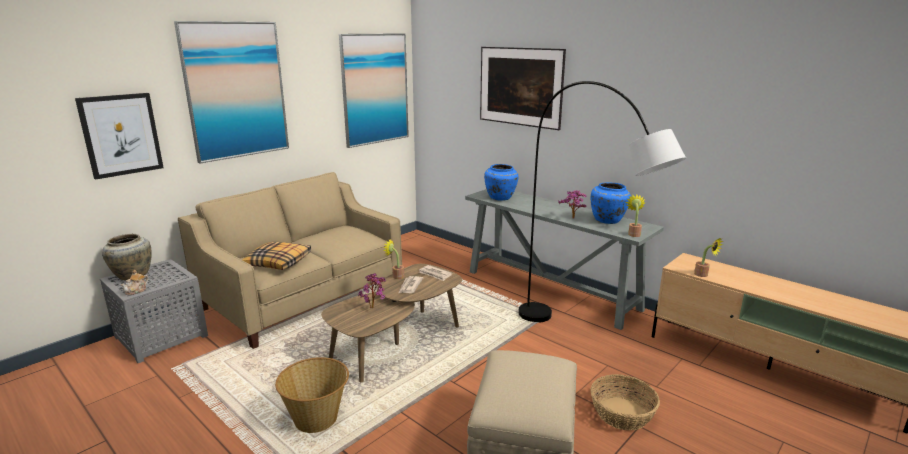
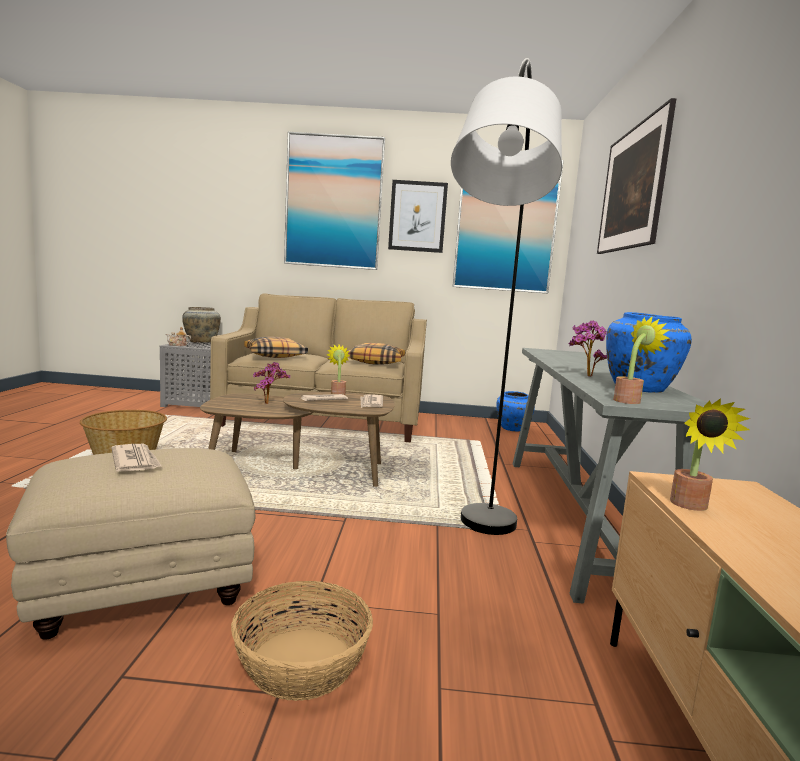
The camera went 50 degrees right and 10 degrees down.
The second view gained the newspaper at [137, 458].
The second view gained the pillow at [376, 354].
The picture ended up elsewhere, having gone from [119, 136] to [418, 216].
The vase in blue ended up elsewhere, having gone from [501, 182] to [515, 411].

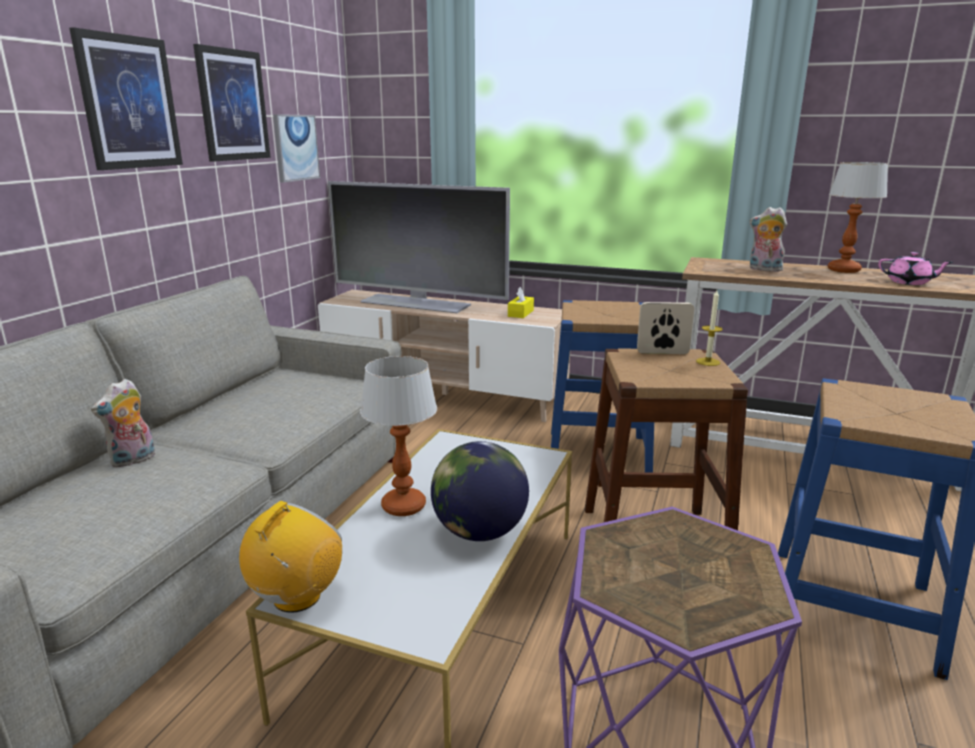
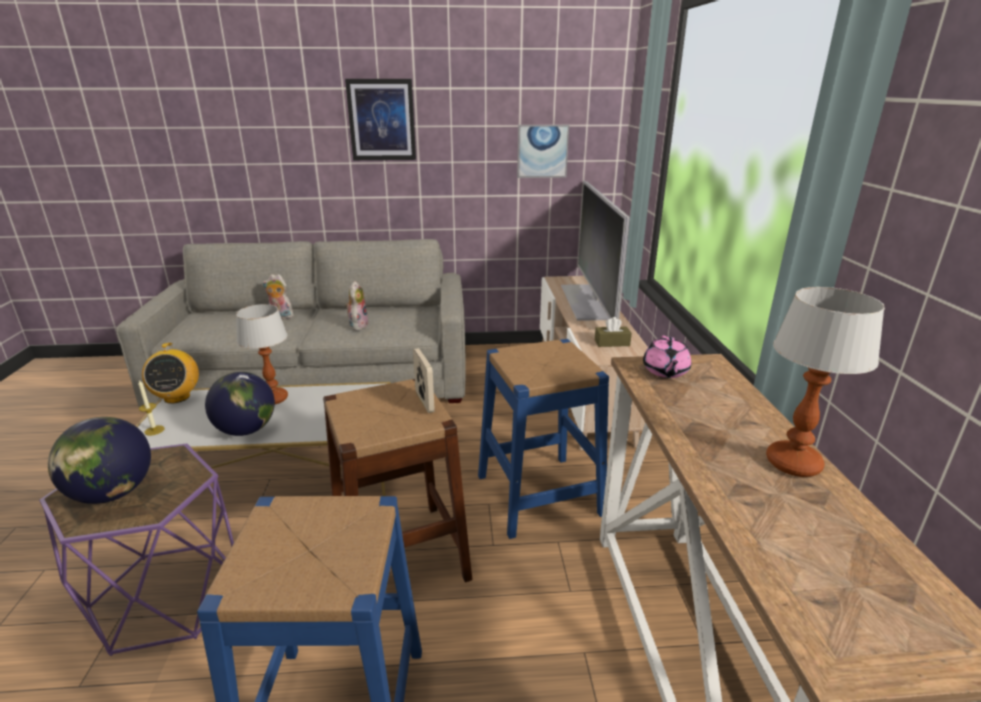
The camera went 65 degrees right and 5 degrees up.
The second view lost the picture at [232, 103].
The second view gained the globe at [99, 460].
The candle ended up elsewhere, having gone from [709, 328] to [151, 408].
The plush toy ended up elsewhere, having gone from [768, 239] to [357, 306].
The teapot in pink ended up elsewhere, having gone from [915, 268] to [667, 357].
What was the tissue box in yellow at [521, 302] turned into the tissue box in brown at [613, 332].
The radio at [290, 557] ended up facing another way, 75 degrees clockwise from before.

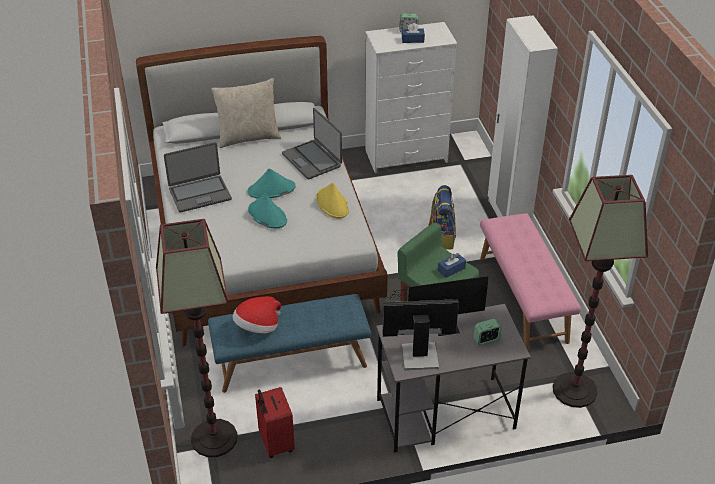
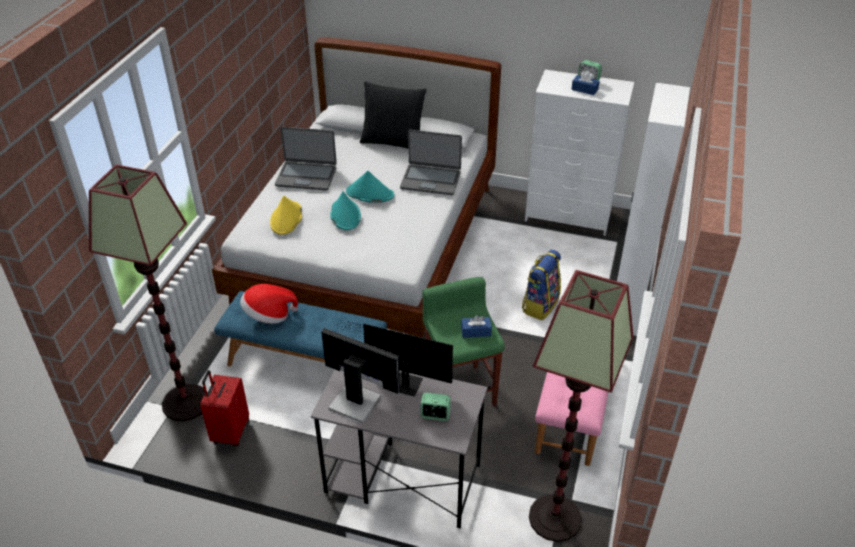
The camera went 30 degrees right and 0 degrees up.
The hat in yellow ended up elsewhere, having gone from [332, 201] to [286, 215].
What was the pillow in beige at [246, 113] turned into the pillow in black at [393, 115].
The laptop at [312, 143] ended up facing another way, 75 degrees counterclockwise from before.

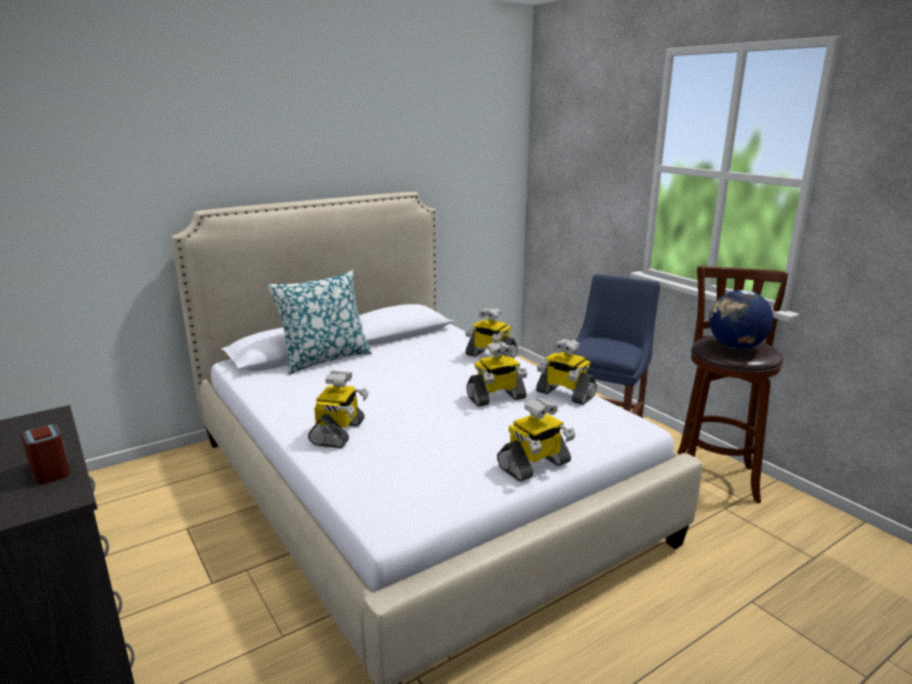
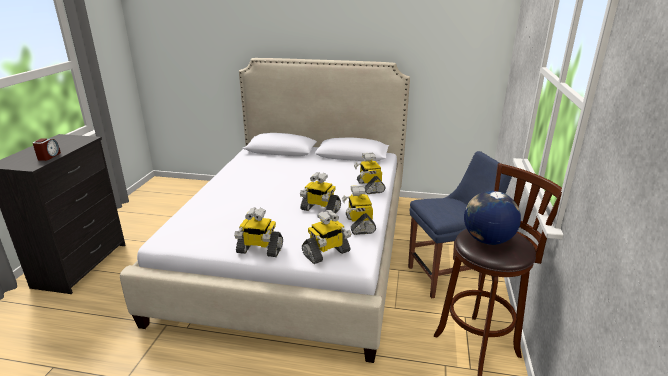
The camera went 45 degrees right and 5 degrees up.
The second view lost the pillow at [320, 322].
The toy robot ended up elsewhere, having gone from [338, 409] to [326, 237].

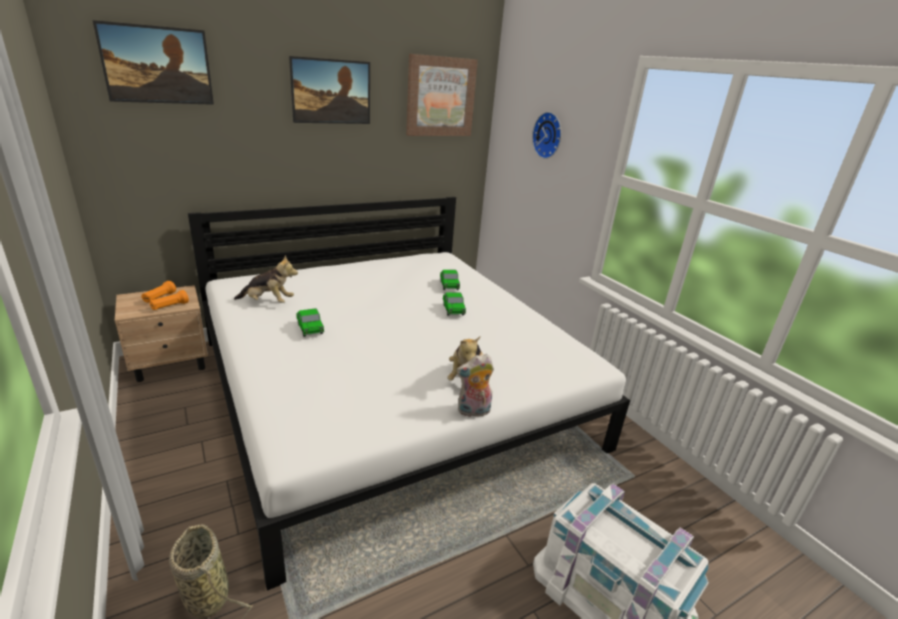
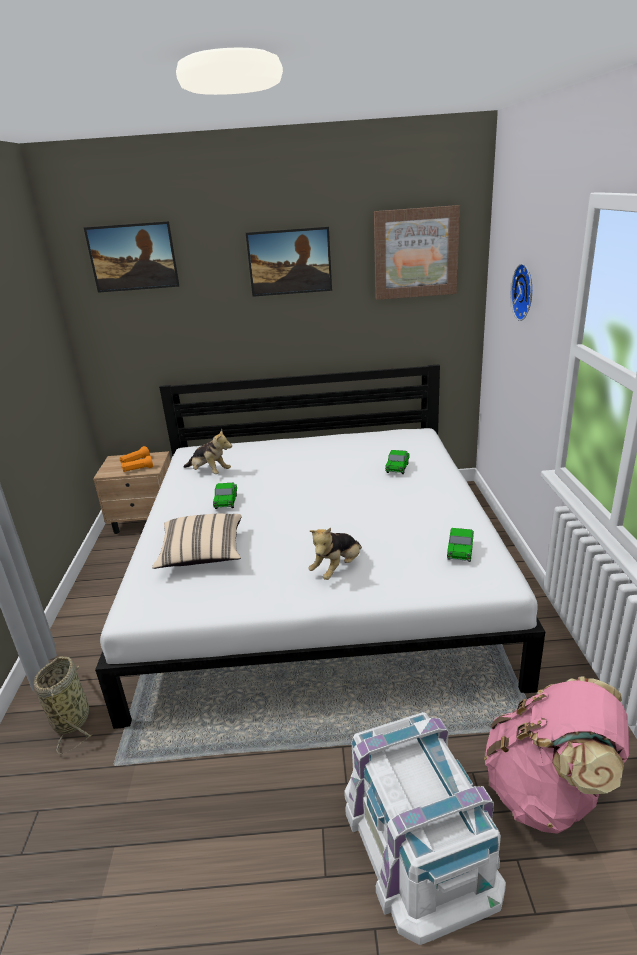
The camera went 30 degrees right and 0 degrees up.
The second view lost the plush toy at [475, 385].
The second view gained the pillow in beige at [197, 541].
The second view gained the backpack in pink at [556, 755].
The toy car ended up elsewhere, having gone from [454, 304] to [460, 545].

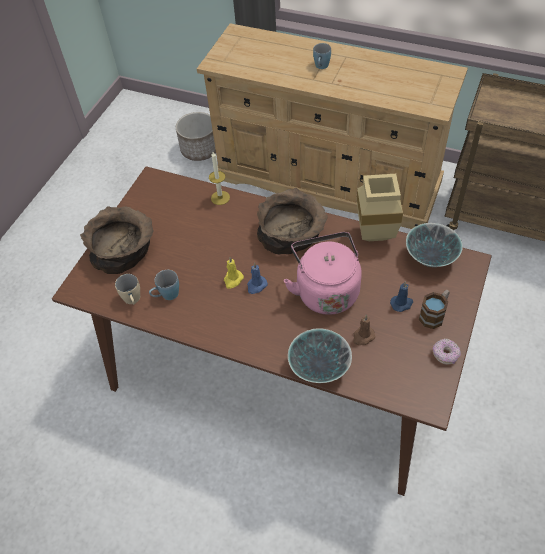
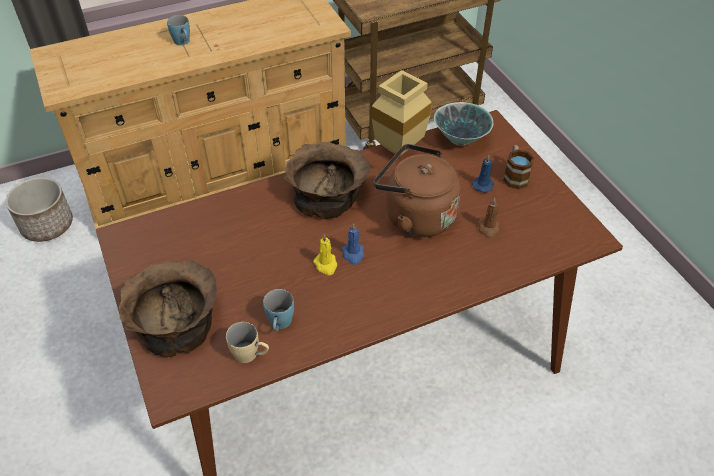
The camera went 50 degrees left and 5 degrees down.
The second view lost the candle at [219, 178].
The second view lost the bowl at [320, 355].
The second view lost the donut at [447, 351].
What was the kettle in pink at [323, 273] turned into the kettle in brown at [417, 190].

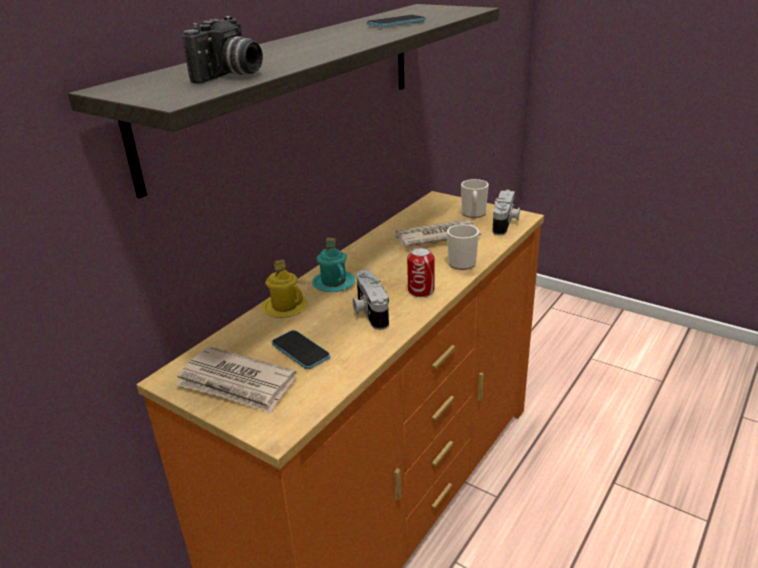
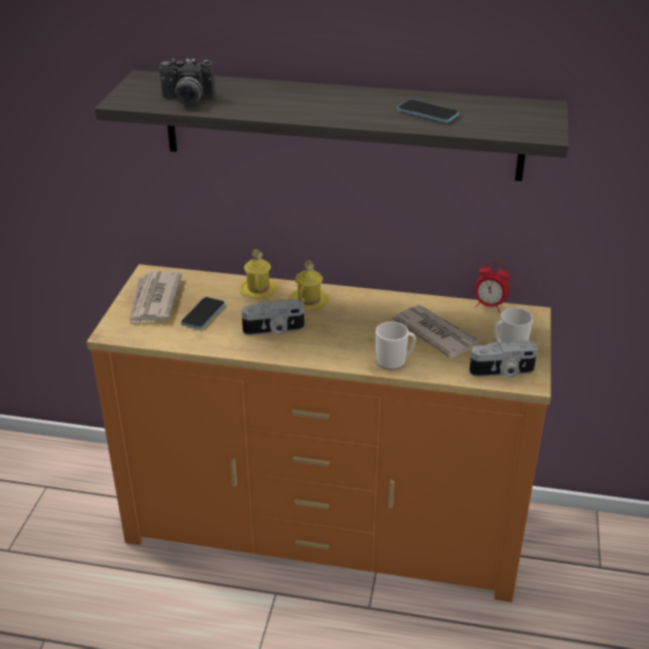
The camera went 65 degrees right and 5 degrees up.
The second view lost the can at [421, 272].
The second view gained the alarm clock at [493, 286].
What was the mug in turquoise at [333, 265] turned into the mug in yellow at [309, 285].
The photo camera at [371, 300] ended up facing another way, 150 degrees counterclockwise from before.

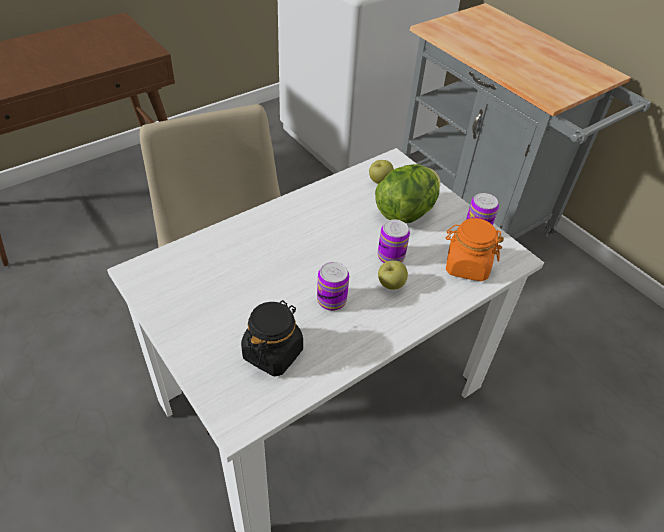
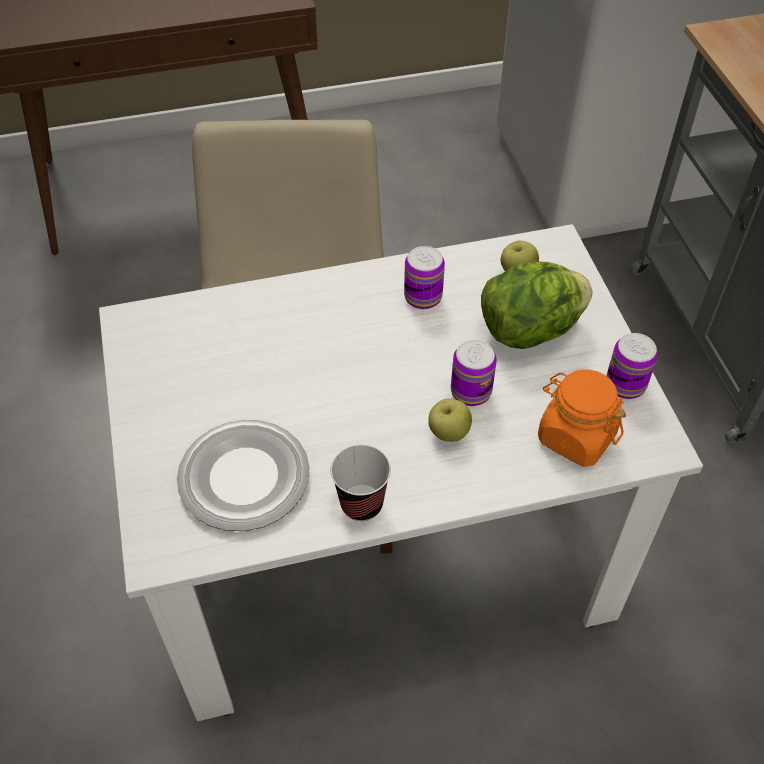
The camera went 25 degrees right and 5 degrees up.
The second view gained the cup at [361, 483].
The can ended up elsewhere, having gone from [333, 286] to [424, 277].
Where the jar in black stood at [272, 338], the plate came to stand at [243, 475].

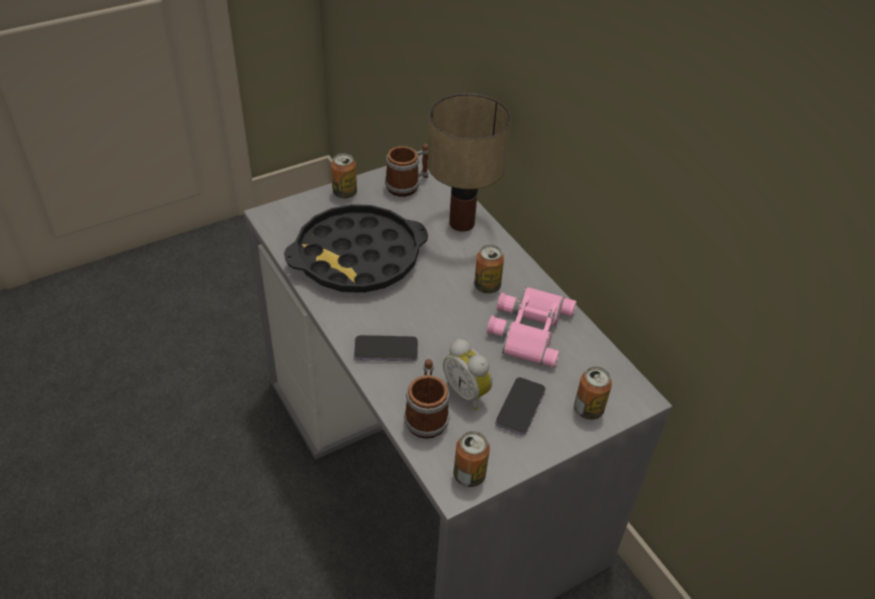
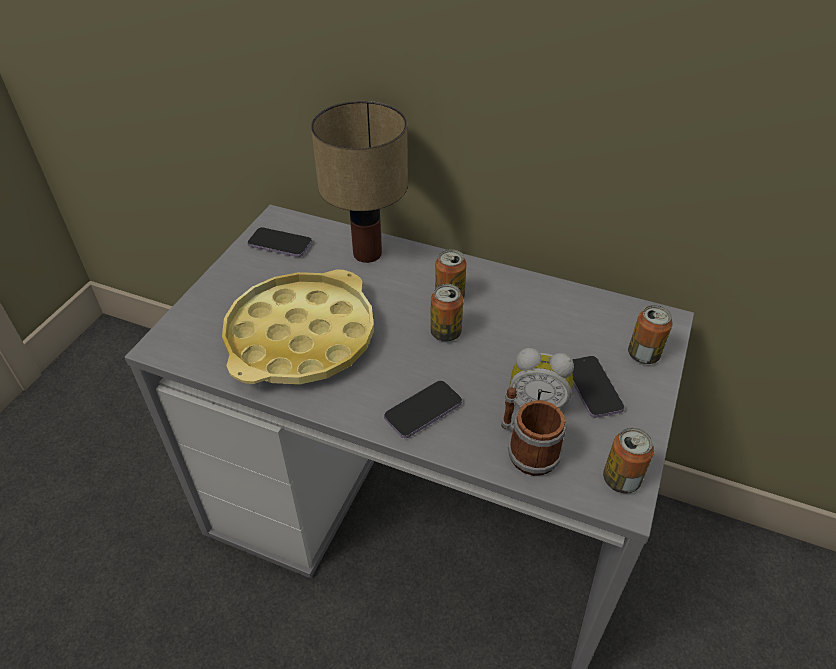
The camera went 35 degrees left and 0 degrees up.
The second view lost the binoculars in pink at [532, 327].
The can ended up elsewhere, having gone from [344, 176] to [446, 312].
Where the mug stood at [406, 170], the phone came to stand at [279, 242].
What was the tray in black at [356, 248] turned into the tray in yellow at [298, 327].

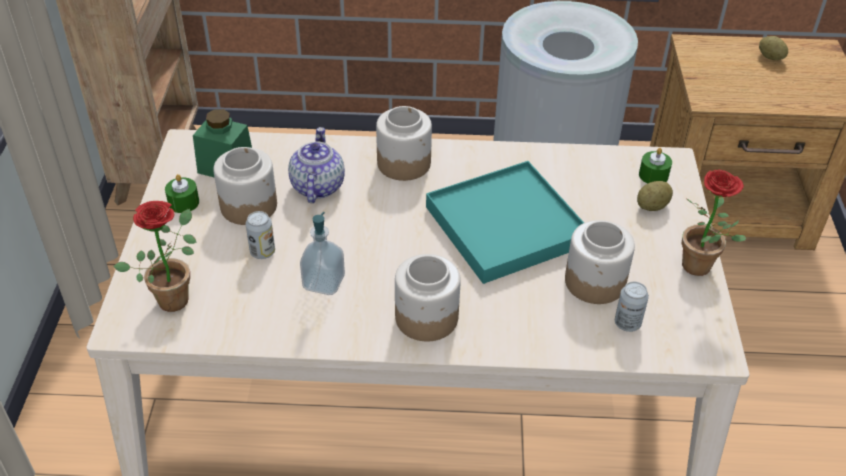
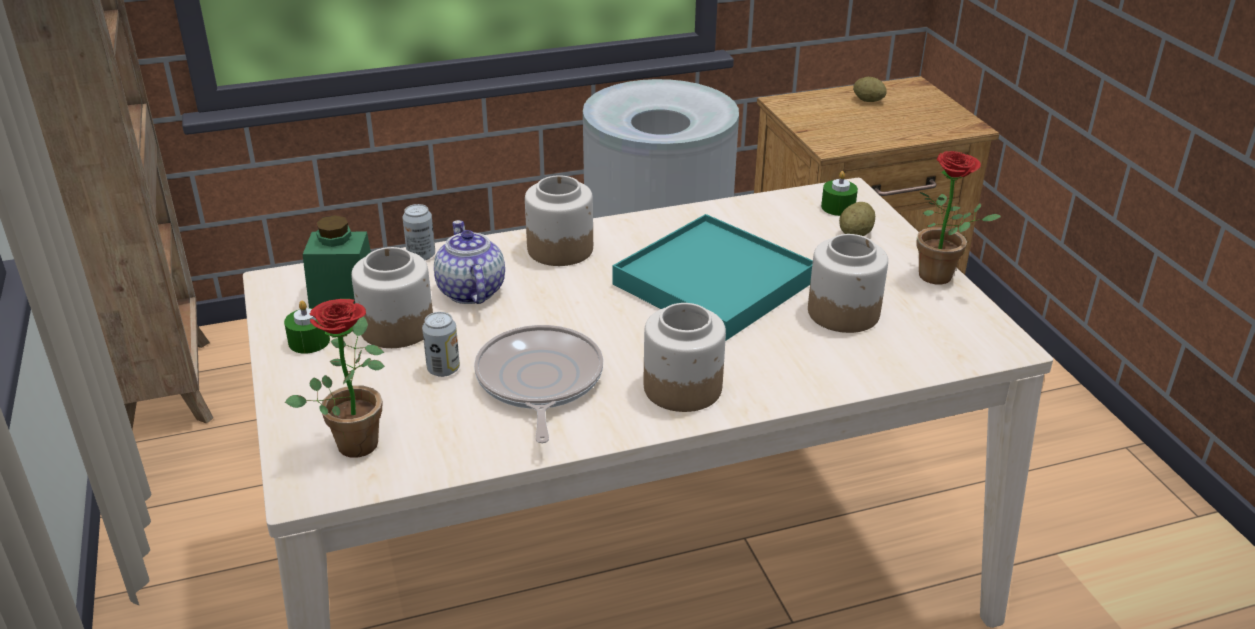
The camera went 20 degrees left and 10 degrees down.
The can ended up elsewhere, having gone from [632, 307] to [418, 232].
Where the soap dispenser stood at [322, 253], the frying pan came to stand at [538, 384].

